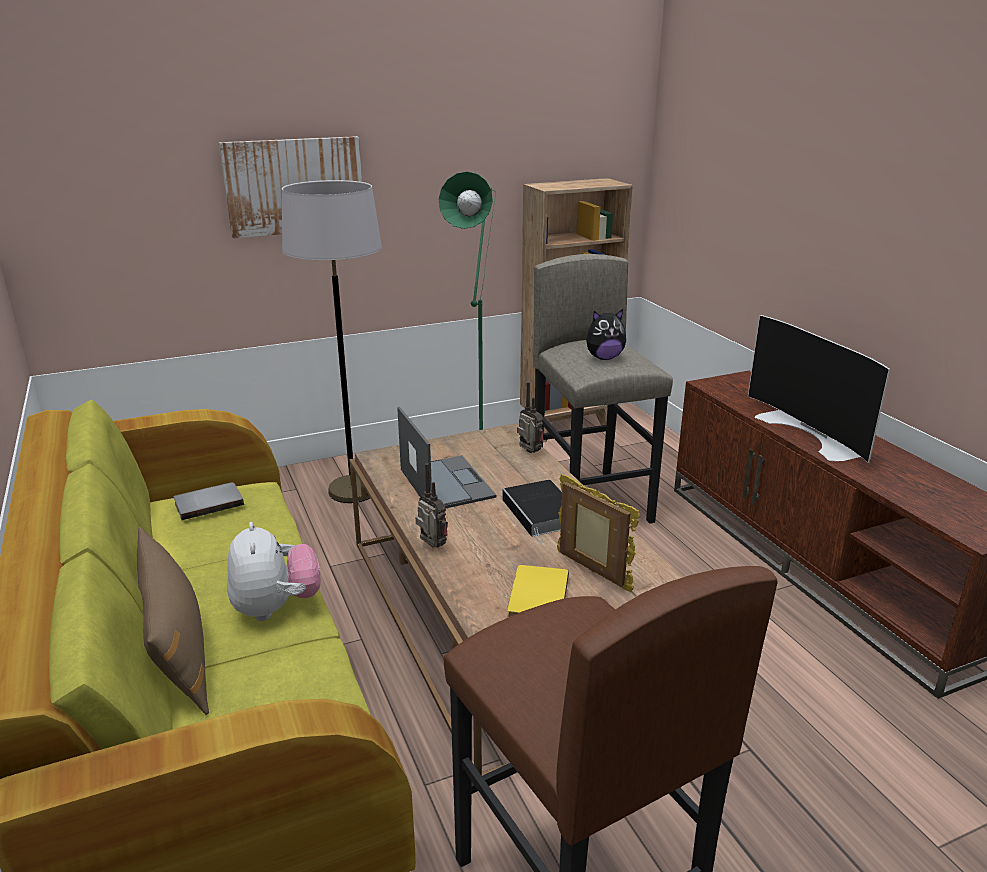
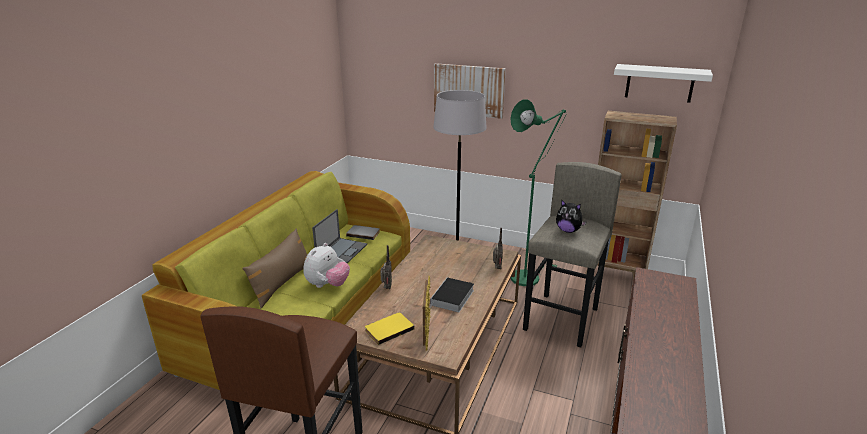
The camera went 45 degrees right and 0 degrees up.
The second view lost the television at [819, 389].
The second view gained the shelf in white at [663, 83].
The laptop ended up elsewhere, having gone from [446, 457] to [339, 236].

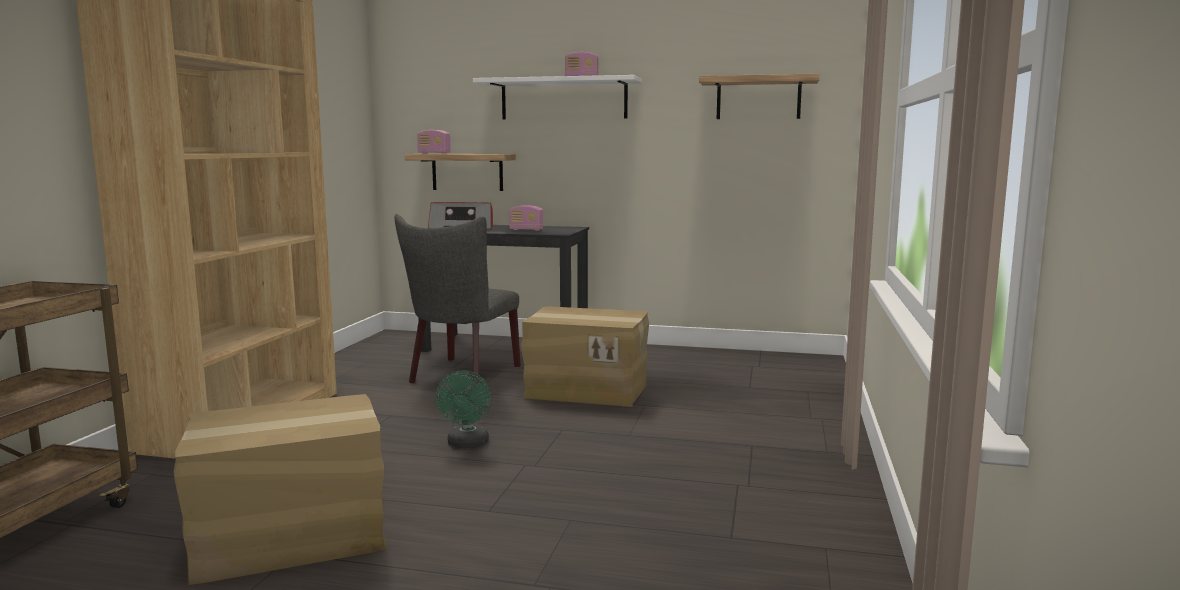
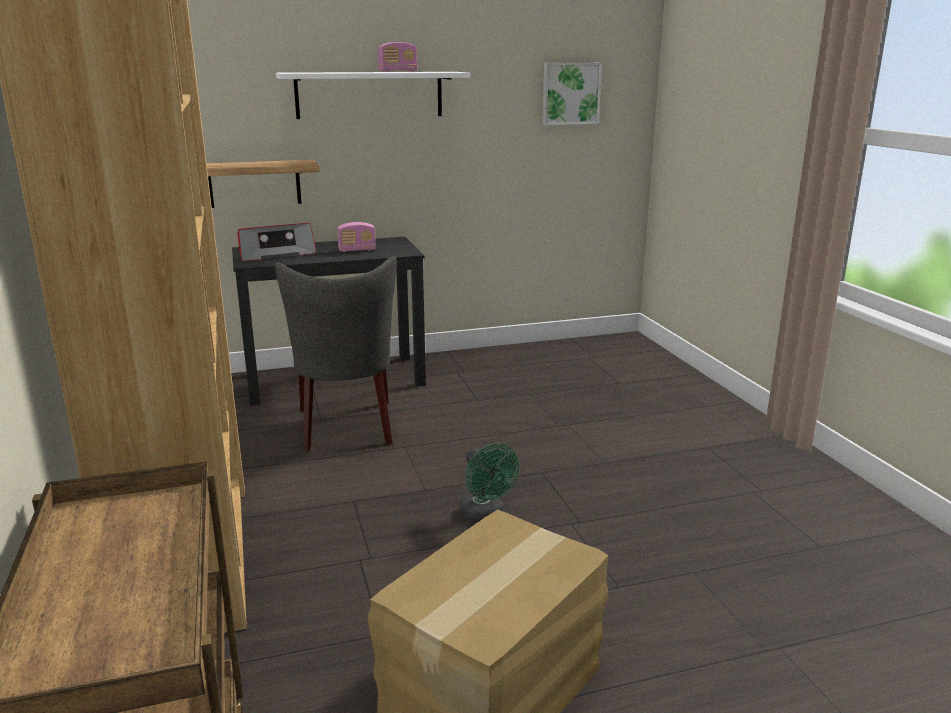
The camera went 30 degrees left and 10 degrees up.
The second view lost the radio at [434, 142].
The second view lost the cardboard box at [585, 356].
Where the shelf hung at [759, 96], the picture came to hang at [572, 94].

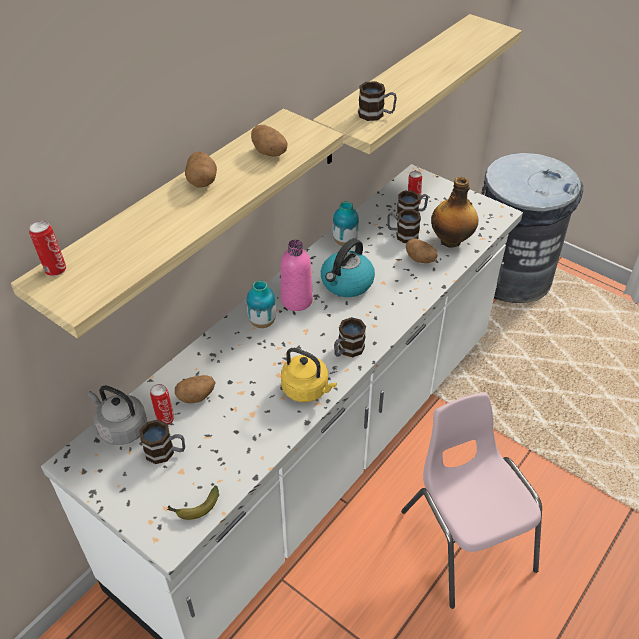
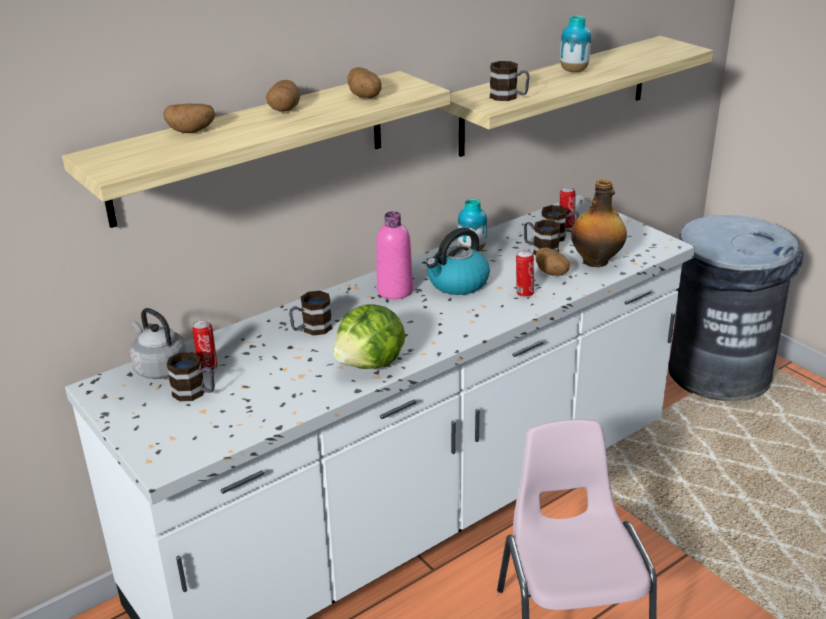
The camera went 15 degrees right and 15 degrees down.
The second view lost the banana at [193, 502].
The can ended up elsewhere, having gone from [47, 248] to [525, 273].
The potato ended up elsewhere, having gone from [195, 389] to [189, 118].
The vase ended up elsewhere, having gone from [261, 304] to [575, 43].
The mug ended up elsewhere, having gone from [350, 337] to [310, 313].
Where the kettle in yellow stood at [309, 375], the lettuce came to stand at [369, 336].

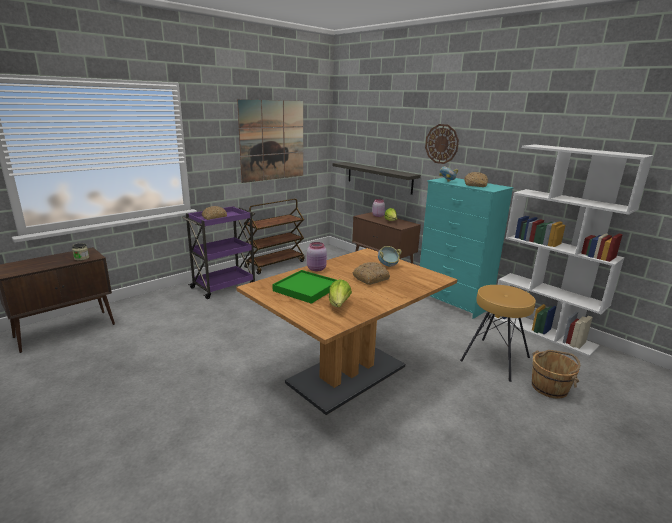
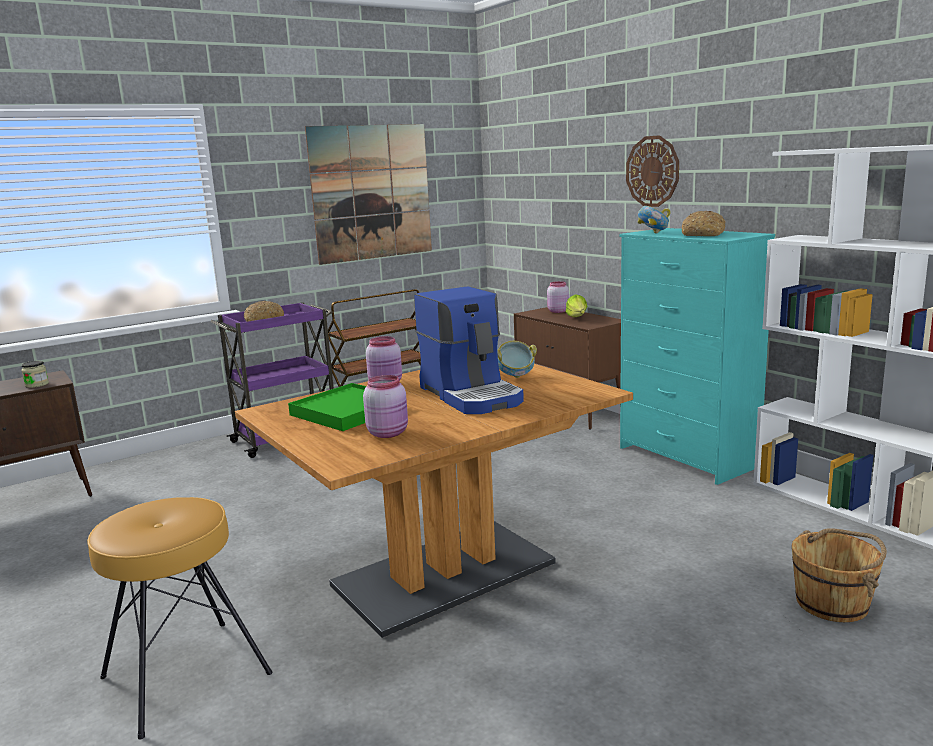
The camera went 10 degrees right and 5 degrees down.
The second view lost the shelf at [376, 178].
The stool in brown ended up elsewhere, having gone from [498, 333] to [180, 618].
Where the lettuce stood at [340, 293], the jar in pink came to stand at [385, 406].
Where the bread stood at [371, 273], the coffee machine came to stand at [469, 350].

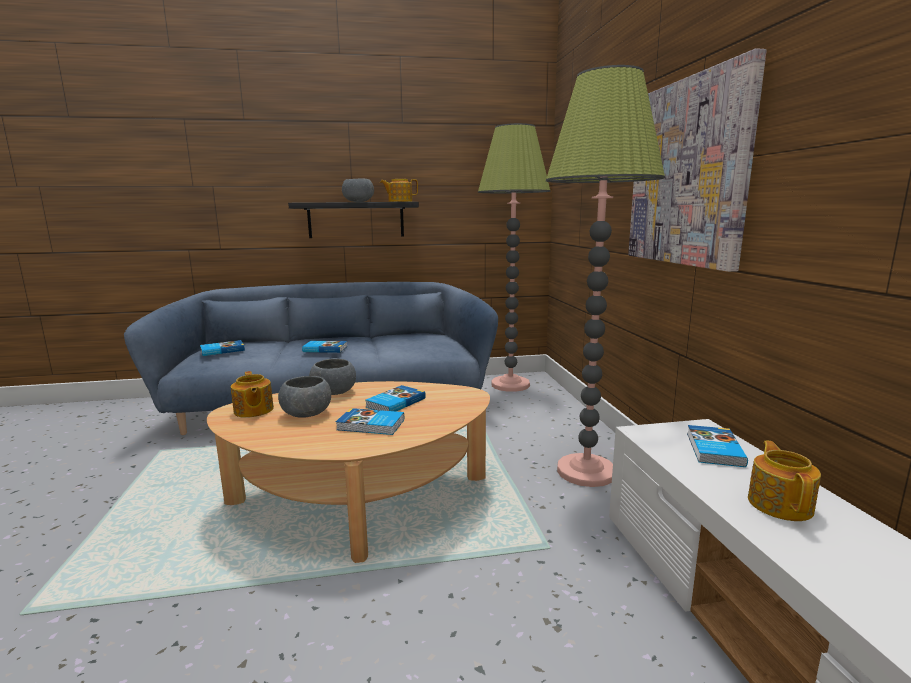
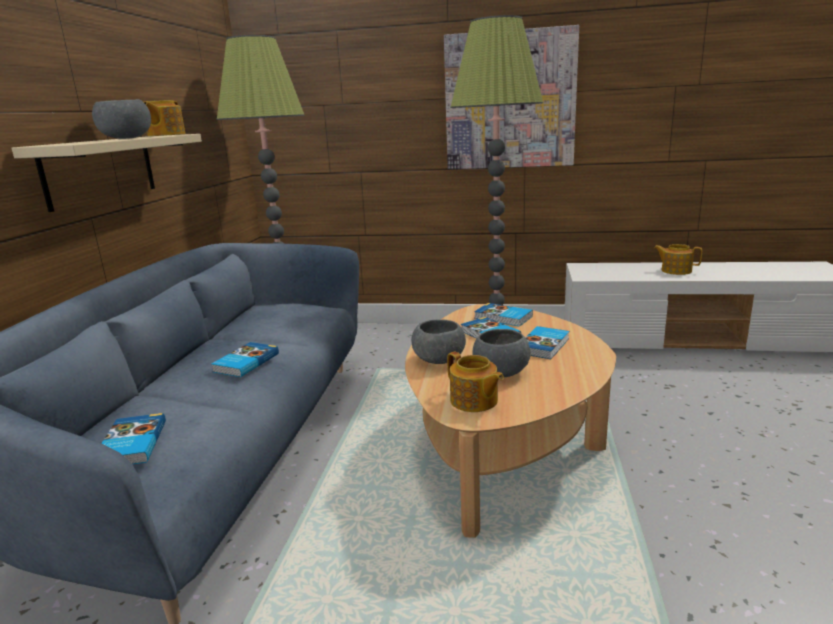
The camera went 70 degrees left and 5 degrees up.
The book ended up elsewhere, having gone from [717, 446] to [503, 315].
What was the shelf in black at [353, 220] turned into the shelf in beige at [107, 173].
The teapot at [252, 394] ended up facing another way, 60 degrees clockwise from before.

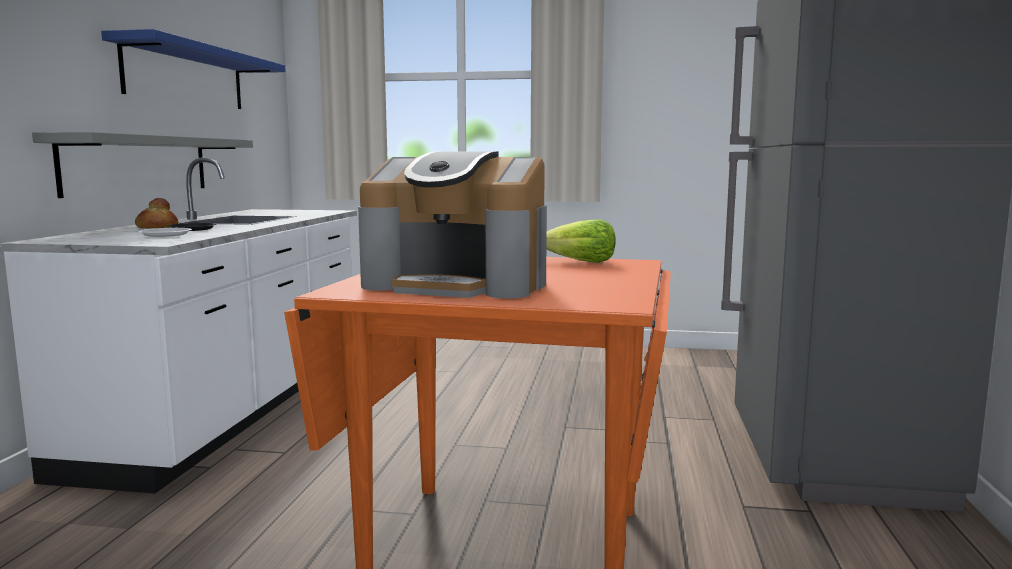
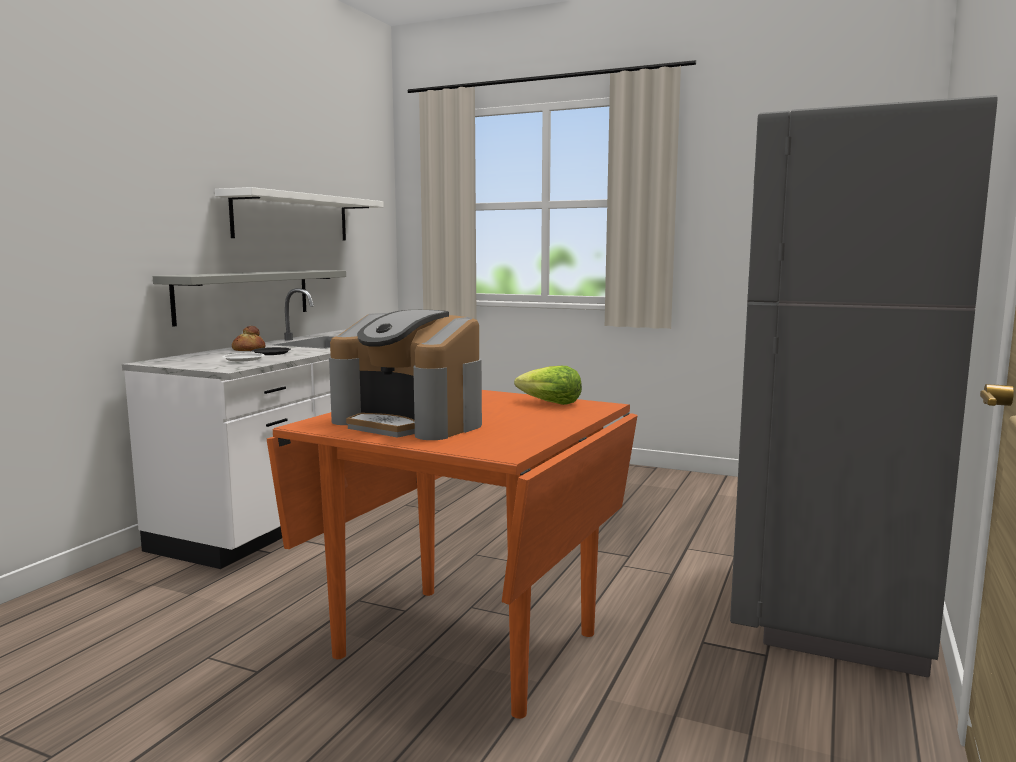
The camera went 15 degrees right and 0 degrees up.
What was the shelf in blue at [193, 69] turned into the shelf in white at [299, 214].

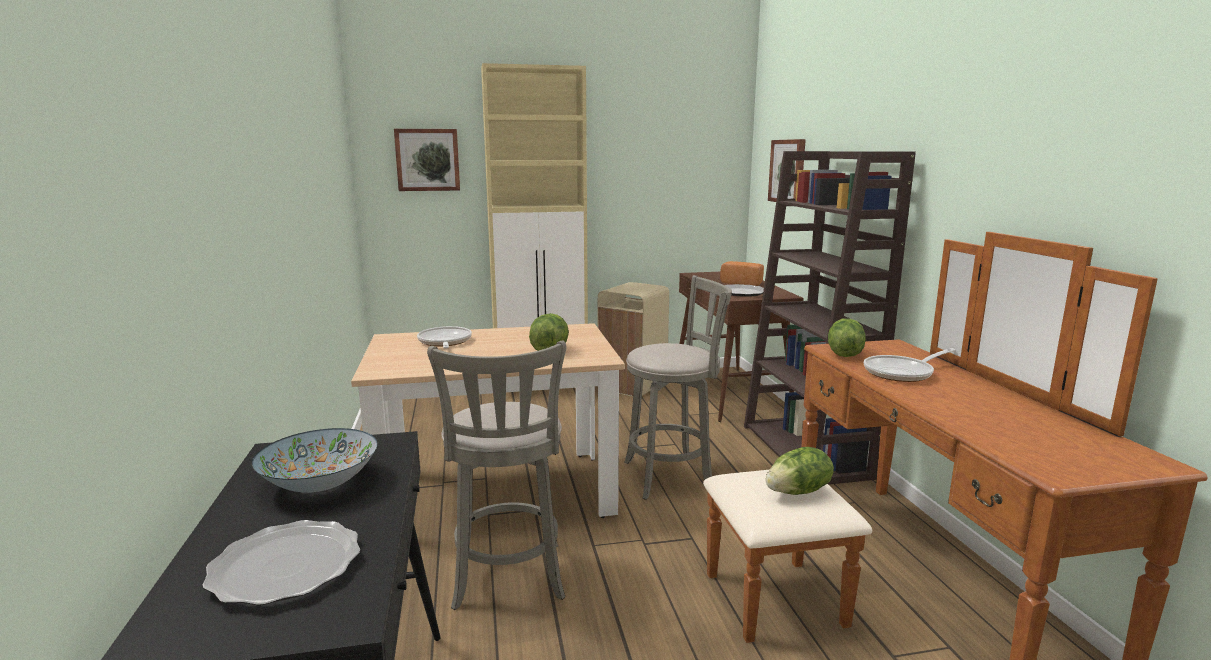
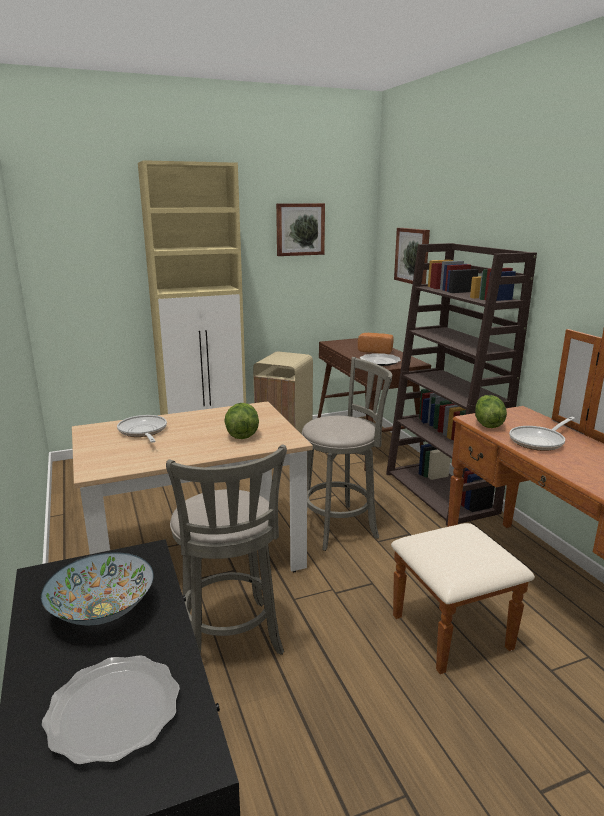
The camera went 10 degrees left and 5 degrees up.
The second view lost the lettuce at [800, 471].
The picture ended up elsewhere, having gone from [427, 160] to [300, 229].

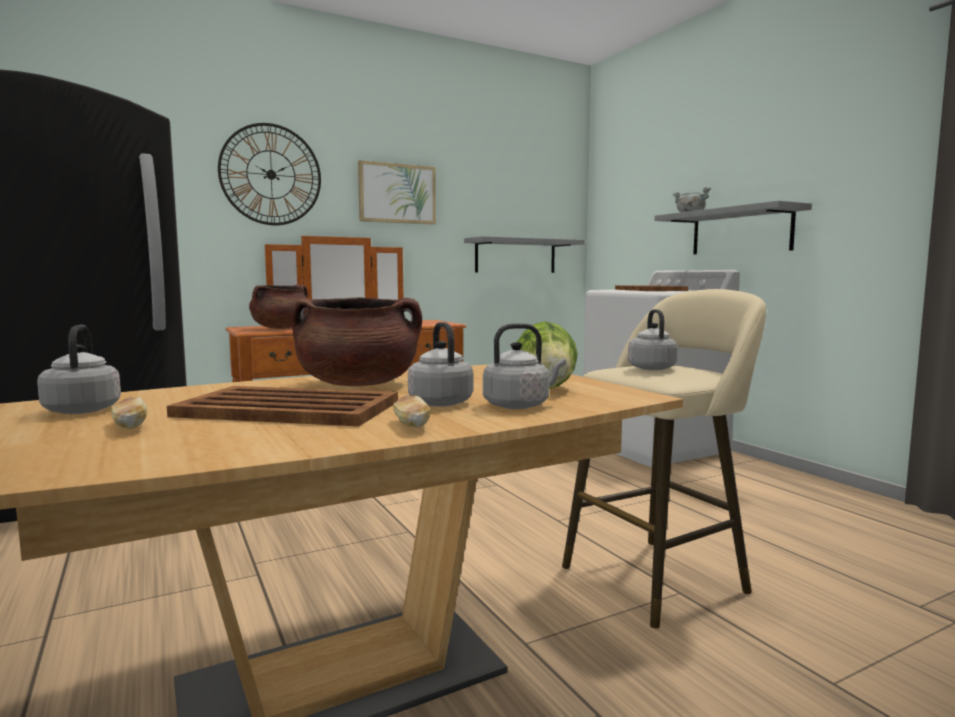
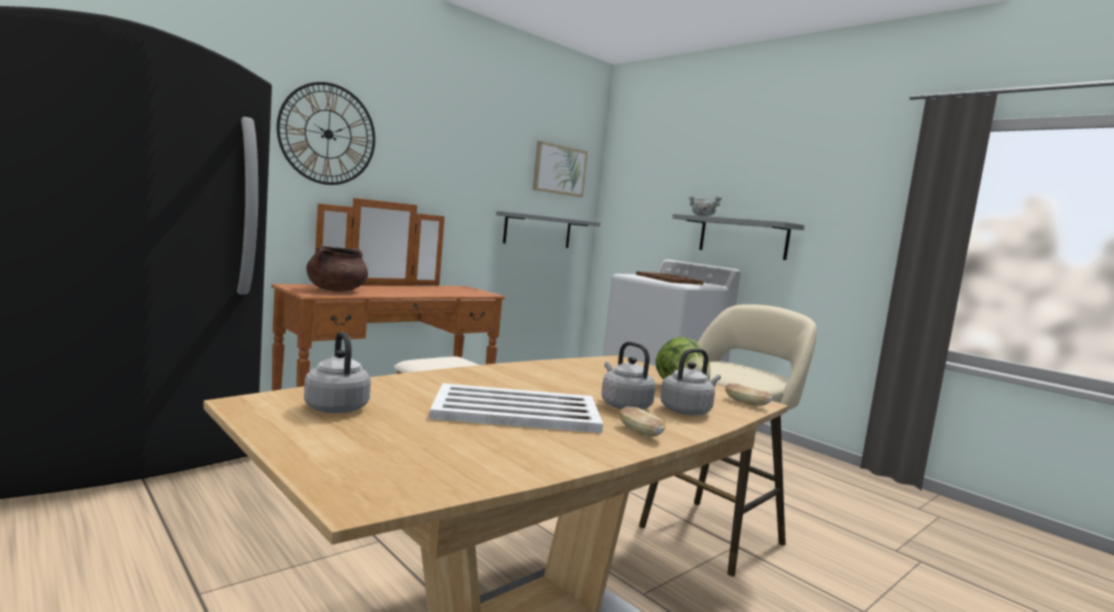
The camera went 15 degrees left and 0 degrees up.
The second view lost the cooking pot in brown at [356, 341].
The second view lost the kettle in grey at [653, 339].
The bread ended up elsewhere, having gone from [129, 413] to [748, 394].
The picture ended up elsewhere, having gone from [397, 192] to [560, 169].
What was the tray in brown at [282, 406] turned into the tray in white at [516, 408].

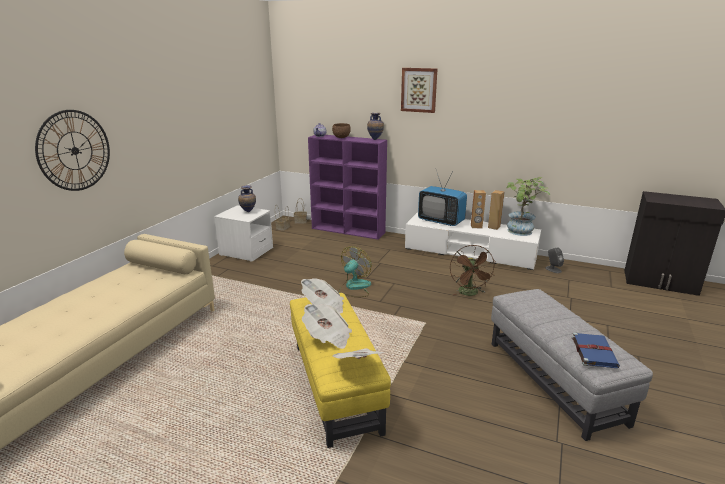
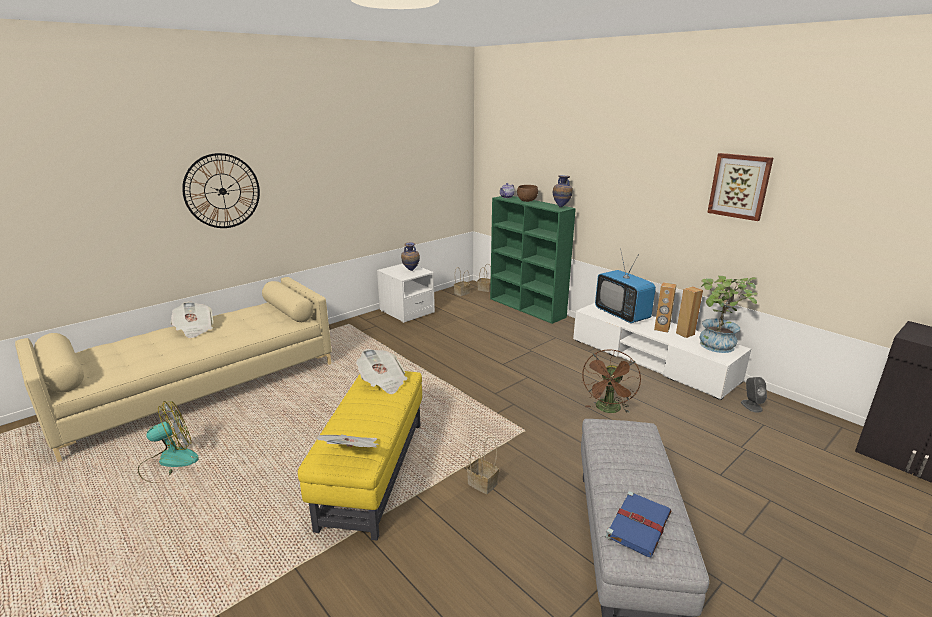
The camera went 25 degrees right and 0 degrees up.
The second view gained the basket at [483, 465].
The newspaper ended up elsewhere, having gone from [327, 326] to [191, 319].
The fan ended up elsewhere, having gone from [355, 271] to [168, 442].
The picture ended up elsewhere, having gone from [419, 90] to [740, 187].
What was the bookcase in purple at [347, 187] turned into the bookcase in green at [533, 260].

